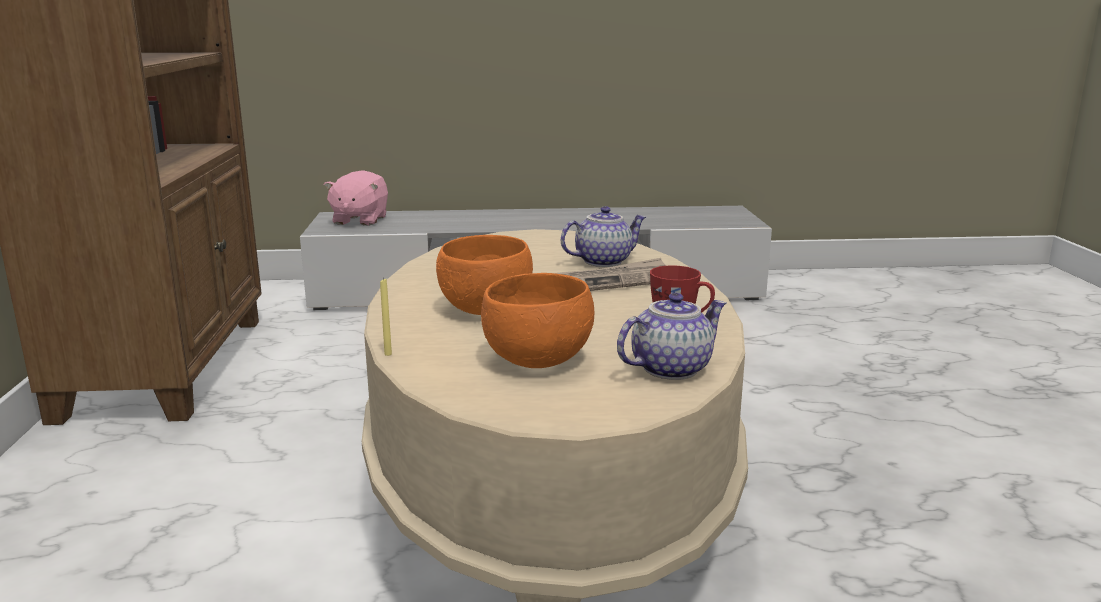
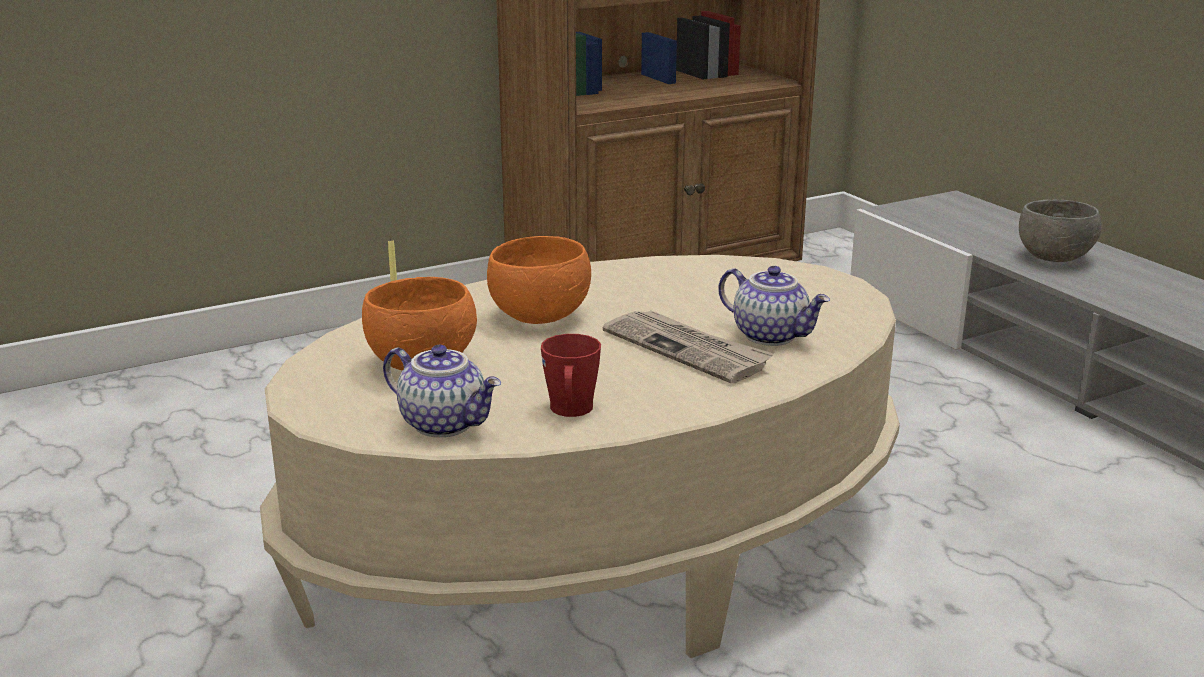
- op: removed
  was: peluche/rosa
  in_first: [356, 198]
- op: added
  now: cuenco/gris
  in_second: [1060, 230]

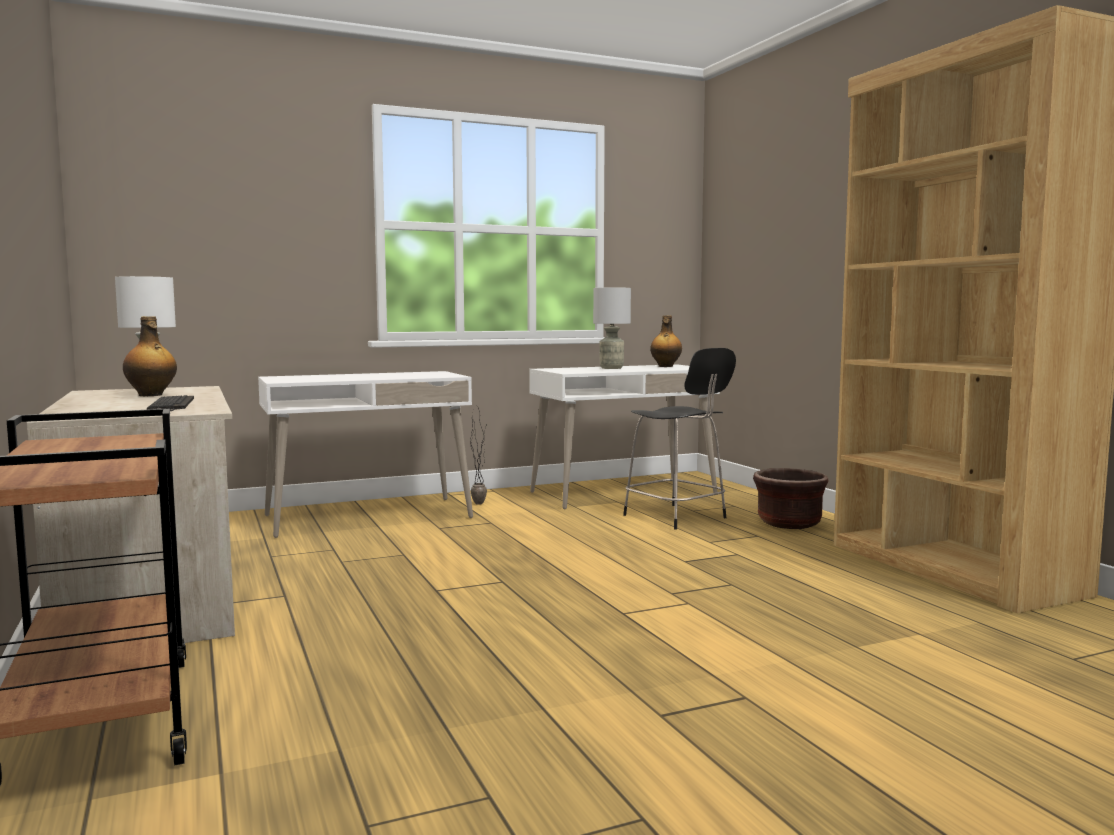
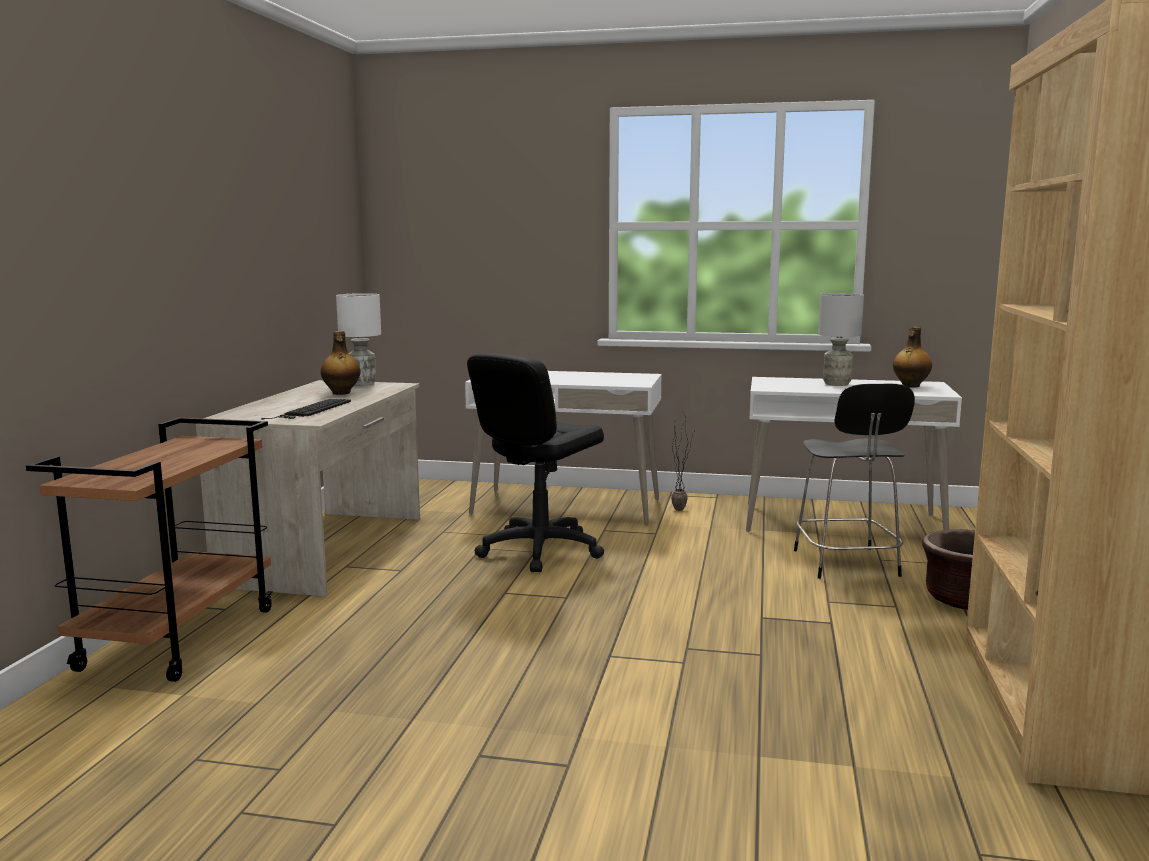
- op: added
  now: silla de oficina/negro
  in_second: [535, 462]

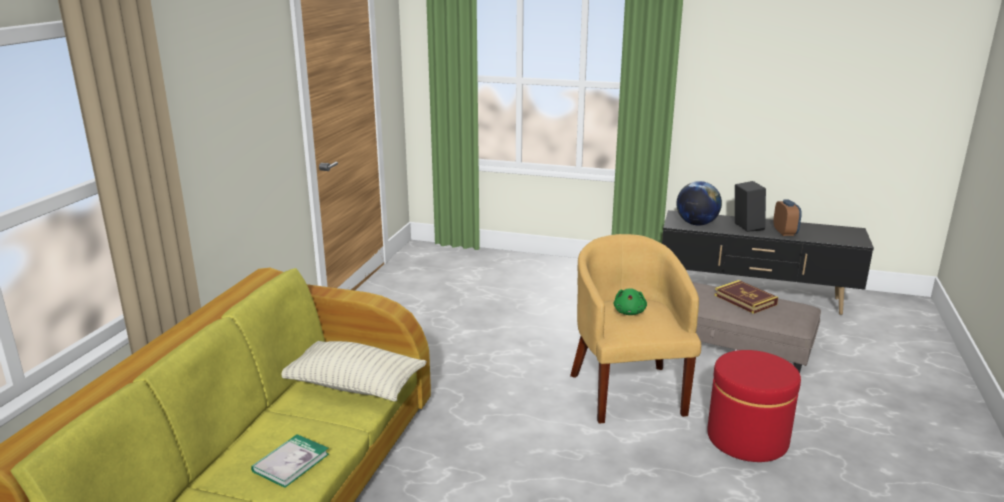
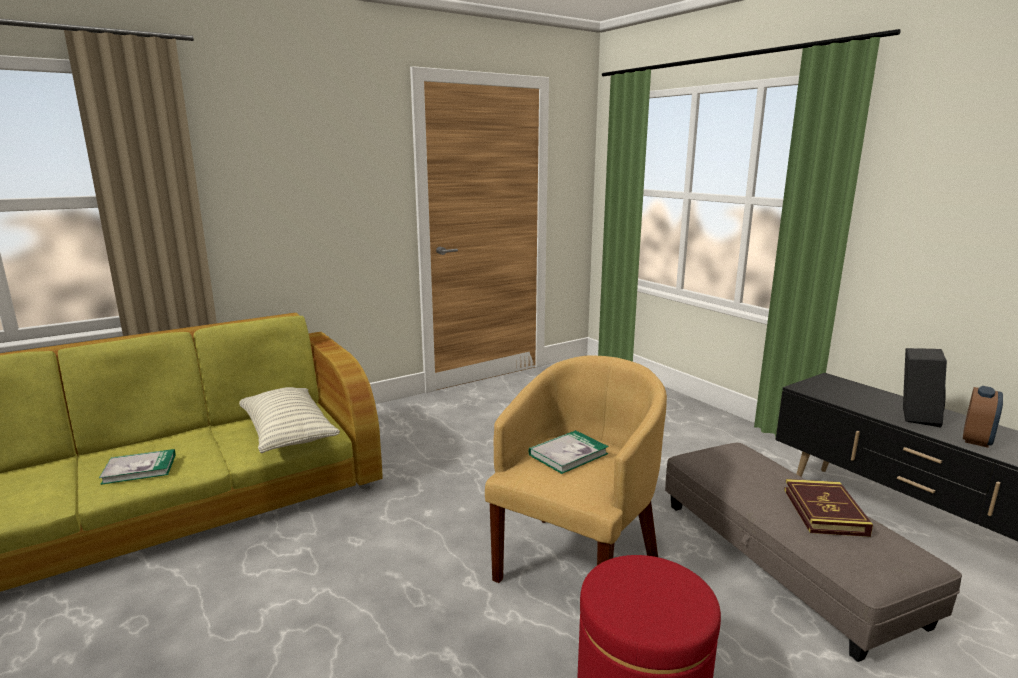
- op: removed
  was: globo terráqueo
  in_first: [699, 203]
- op: replaced
  was: peluche/verde
  now: libro
  in_first: [630, 301]
  in_second: [569, 452]

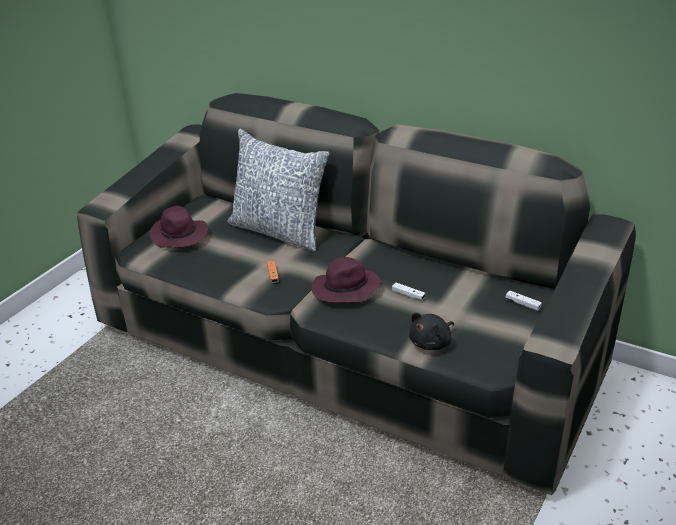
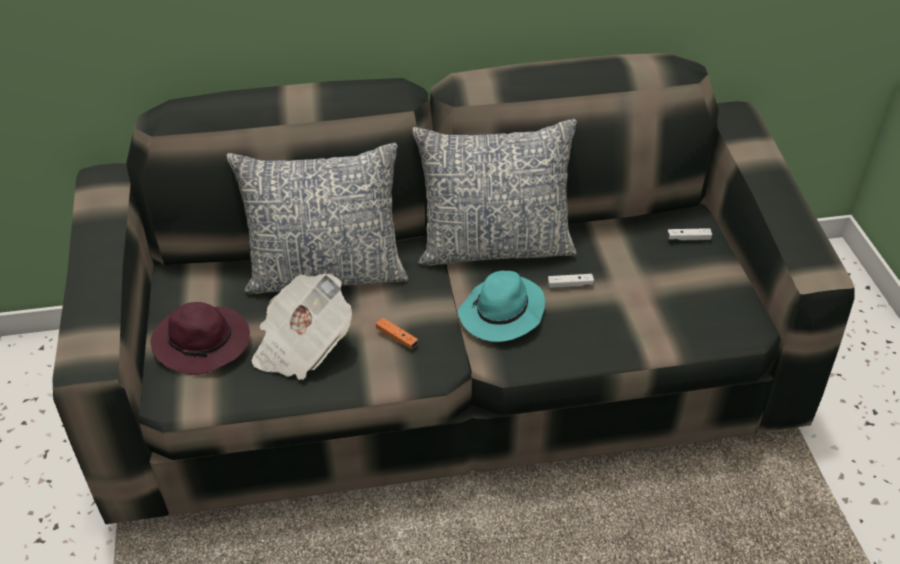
- op: removed
  was: peluche/negro
  in_first: [431, 331]
- op: added
  now: periódico
  in_second: [301, 327]
- op: added
  now: cojín
  in_second: [494, 192]
- op: recoloured
  was: sombrero/morado
  now: sombrero/turquesa
  in_first: [345, 279]
  in_second: [501, 306]

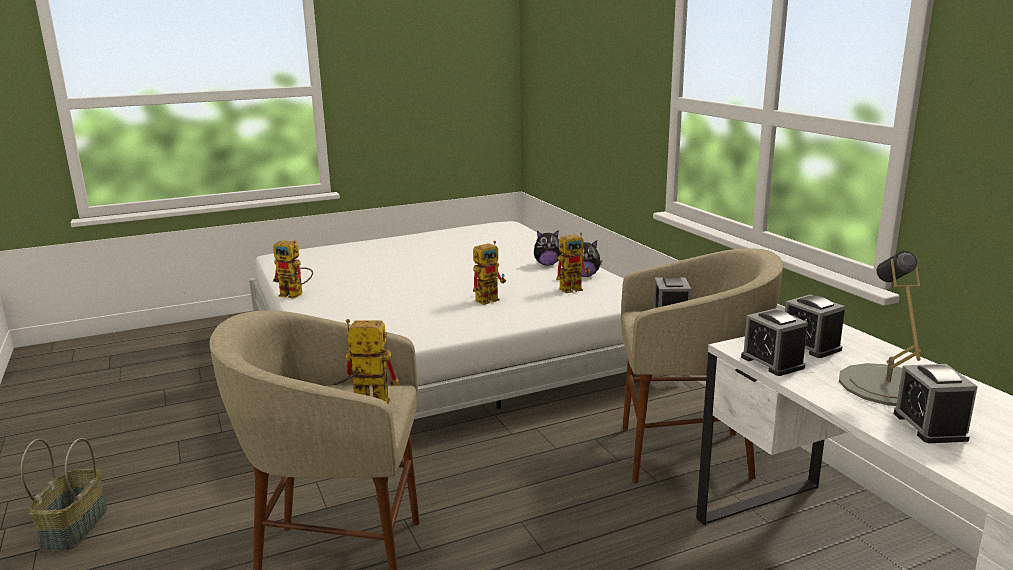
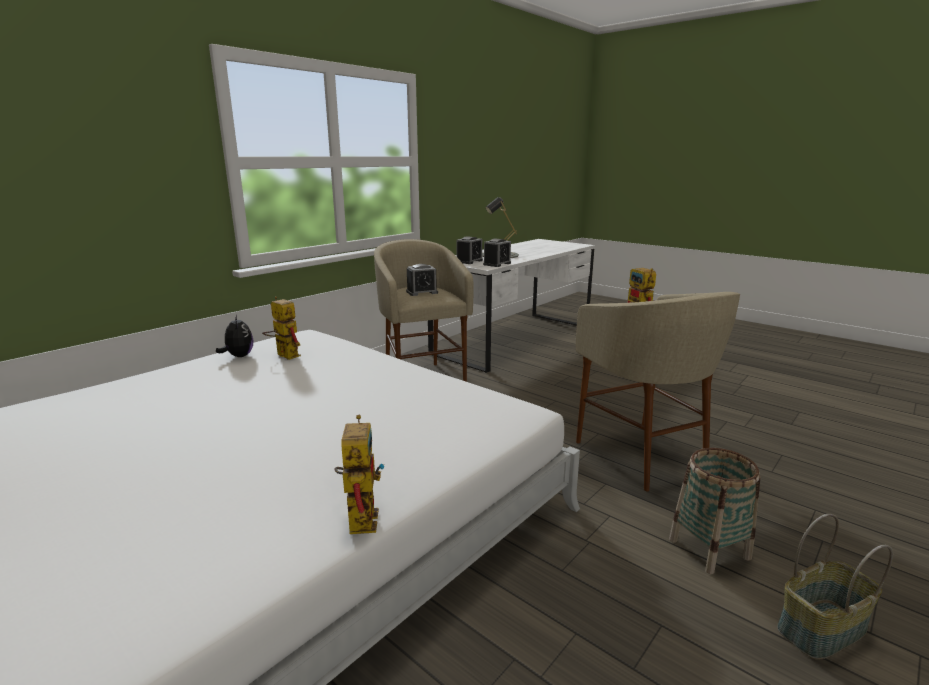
- op: removed
  was: robot de juguete
  in_first: [489, 273]
- op: removed
  was: peluche
  in_first: [548, 248]
- op: removed
  was: despertador
  in_first: [936, 403]
- op: added
  now: cesta
  in_second: [715, 511]

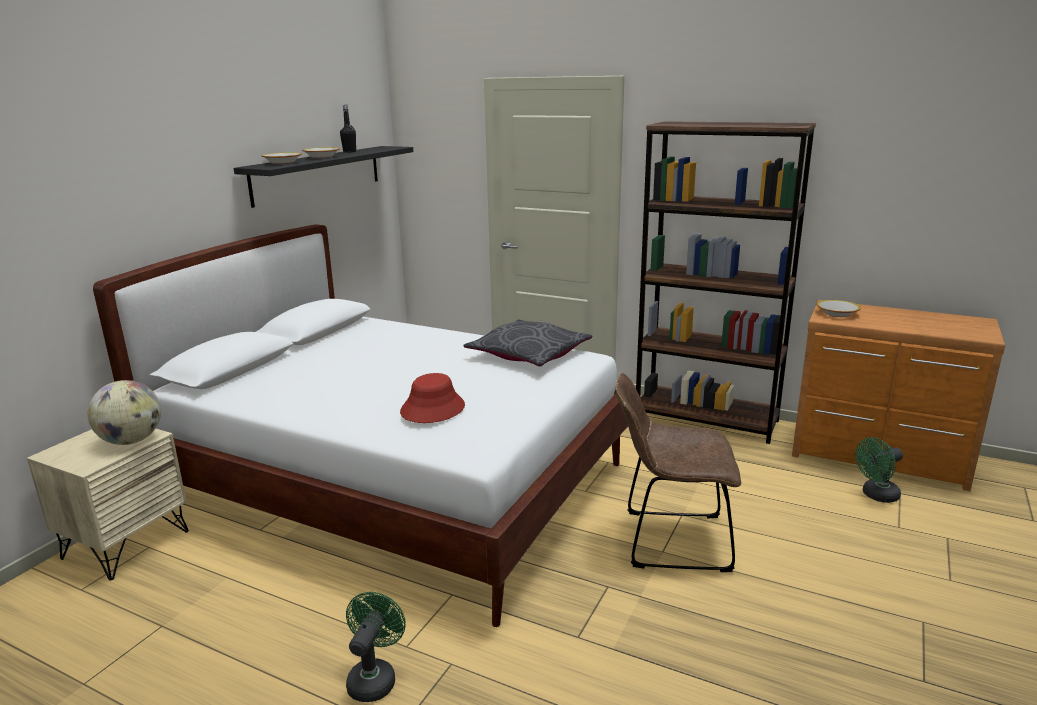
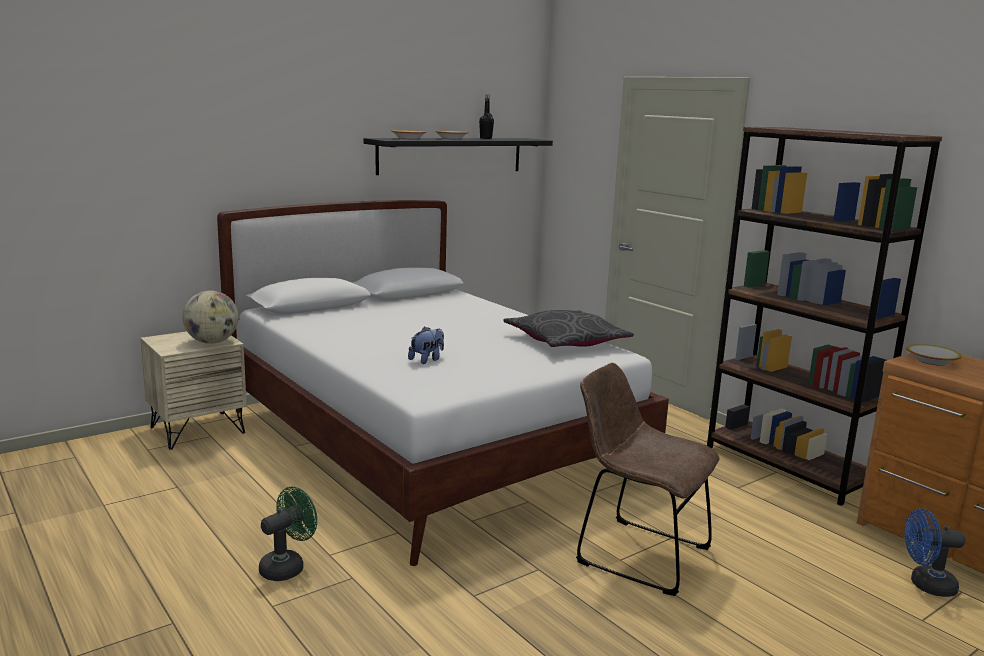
- op: replaced
  was: sombrero/rojo
  now: peluche
  in_first: [432, 398]
  in_second: [426, 345]
- op: recoloured
  was: ventilador/verde
  now: ventilador/azul
  in_first: [879, 470]
  in_second: [934, 552]

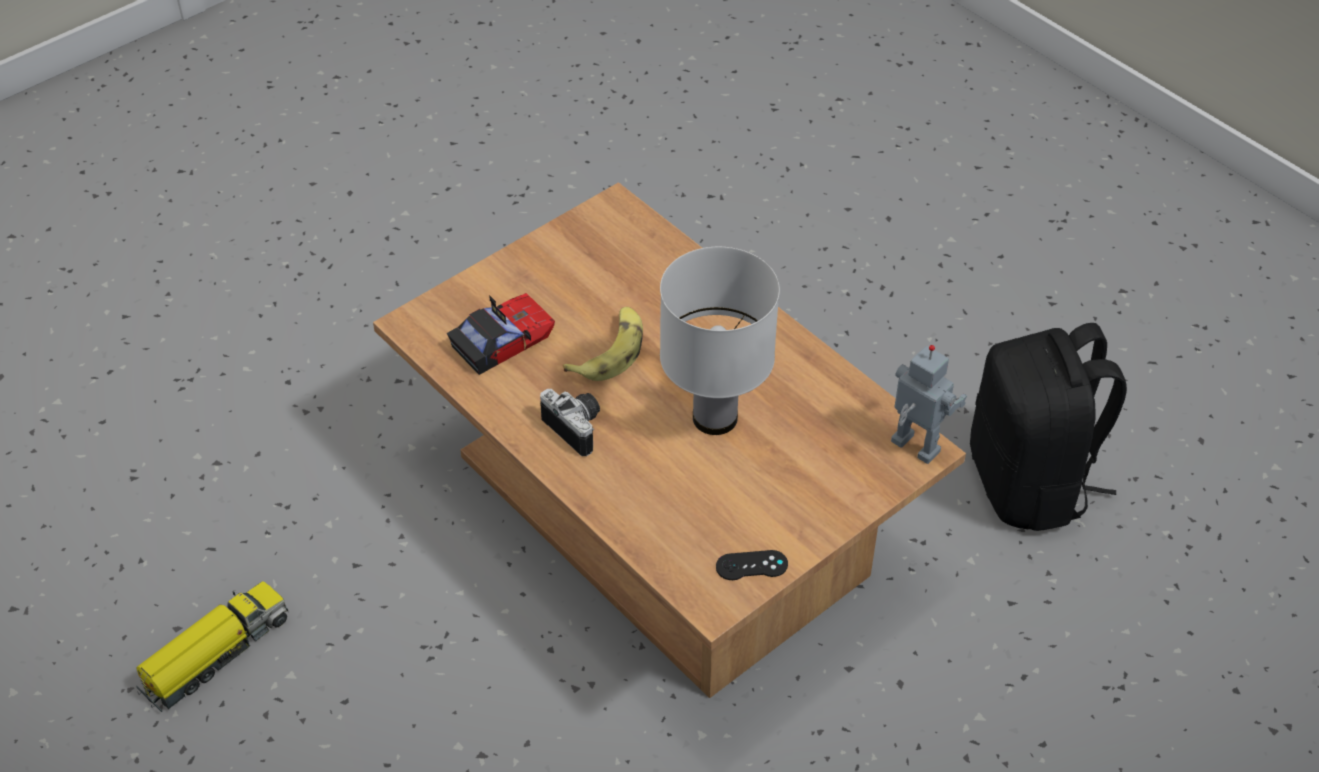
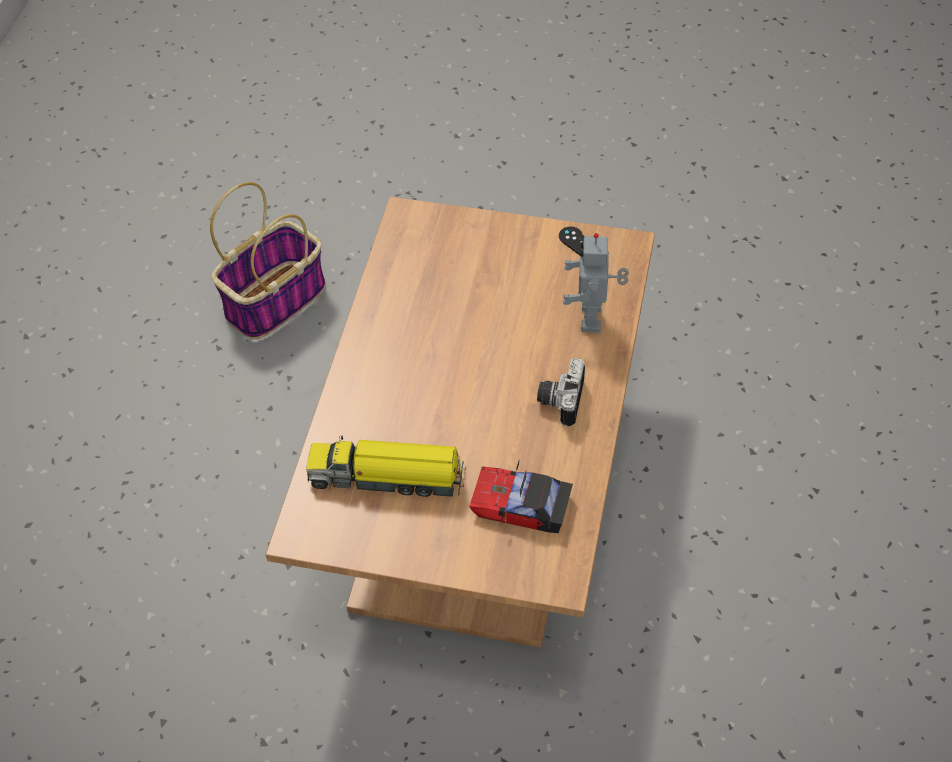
- op: removed
  was: plátano
  in_first: [603, 344]
- op: removed
  was: lámpara de mesa/blanco
  in_first: [720, 341]
- op: moved
  was: camión de juguete
  in_first: [212, 646]
  in_second: [385, 466]
- op: moved
  was: robot de juguete
  in_first: [929, 404]
  in_second: [596, 283]
- op: replaced
  was: mochila/negro
  now: cesta
  in_first: [1048, 427]
  in_second: [268, 261]

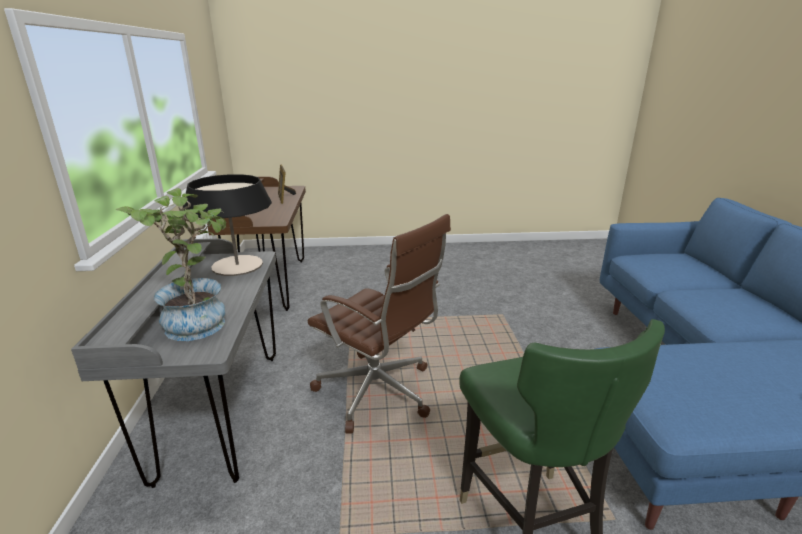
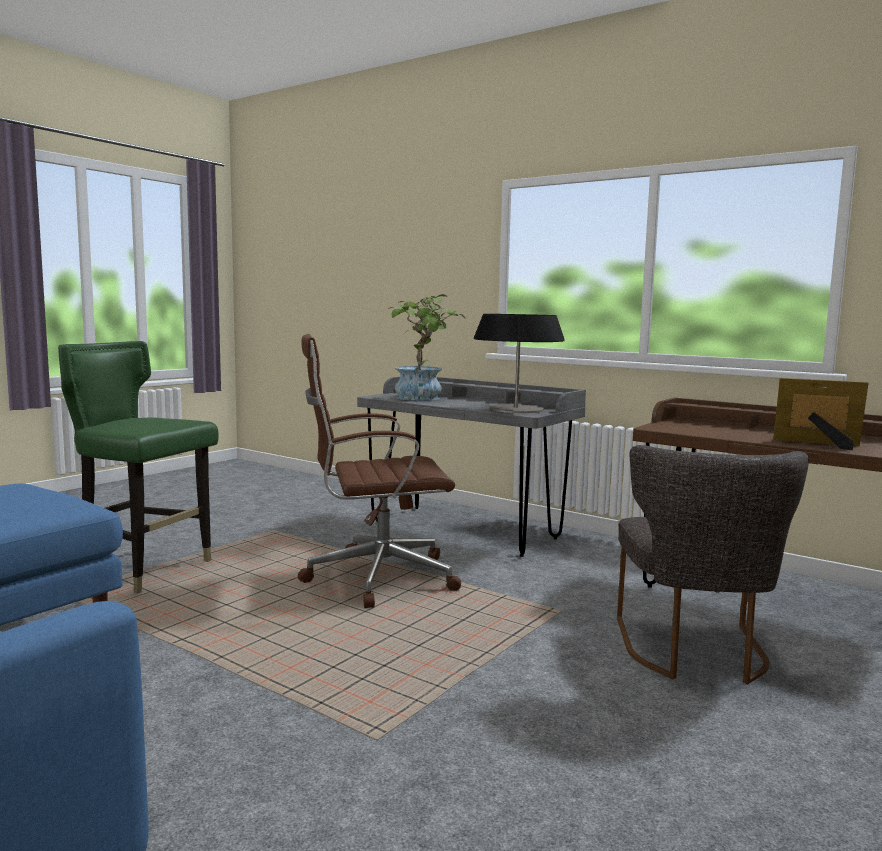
- op: added
  now: silla/gris
  in_second: [713, 564]

